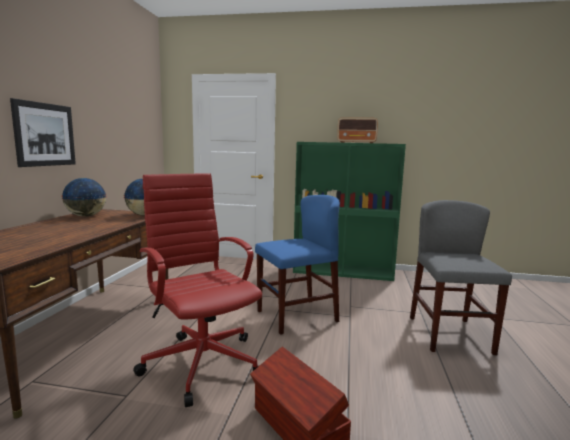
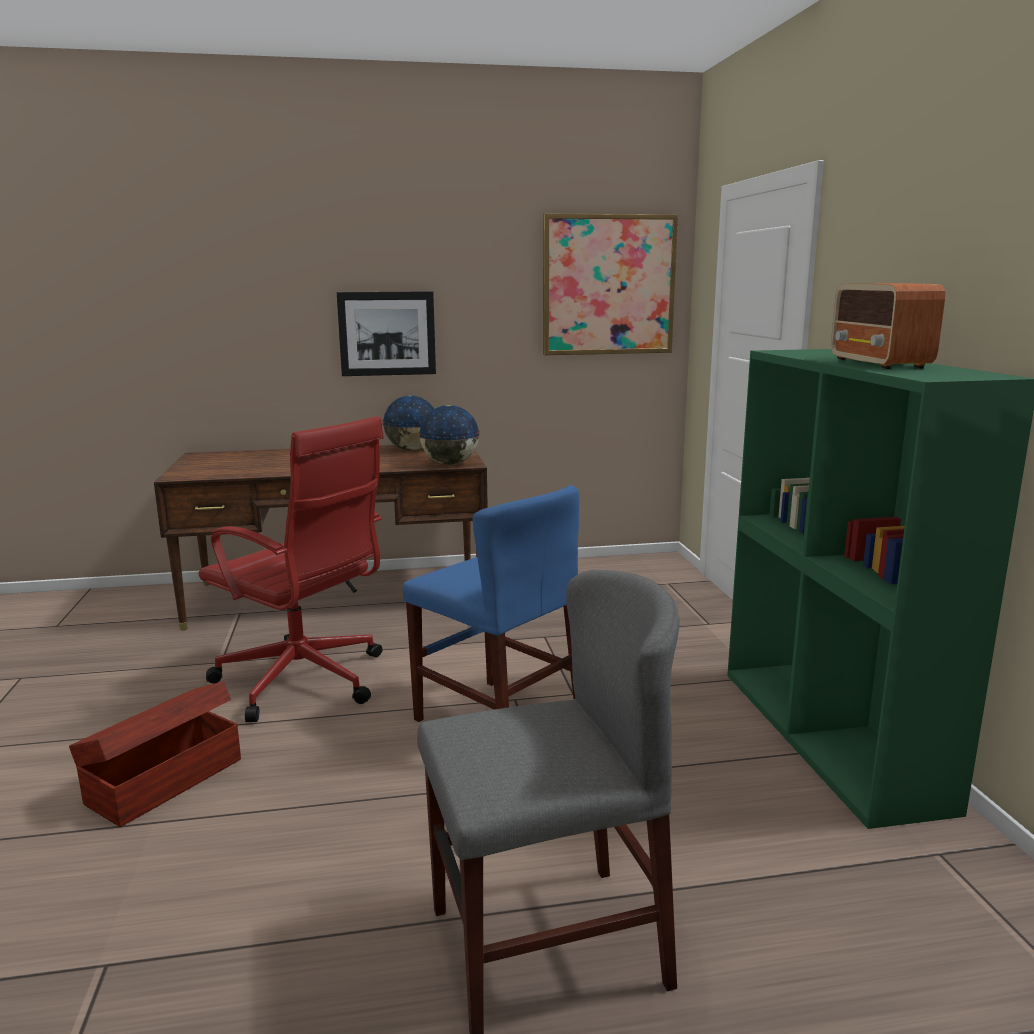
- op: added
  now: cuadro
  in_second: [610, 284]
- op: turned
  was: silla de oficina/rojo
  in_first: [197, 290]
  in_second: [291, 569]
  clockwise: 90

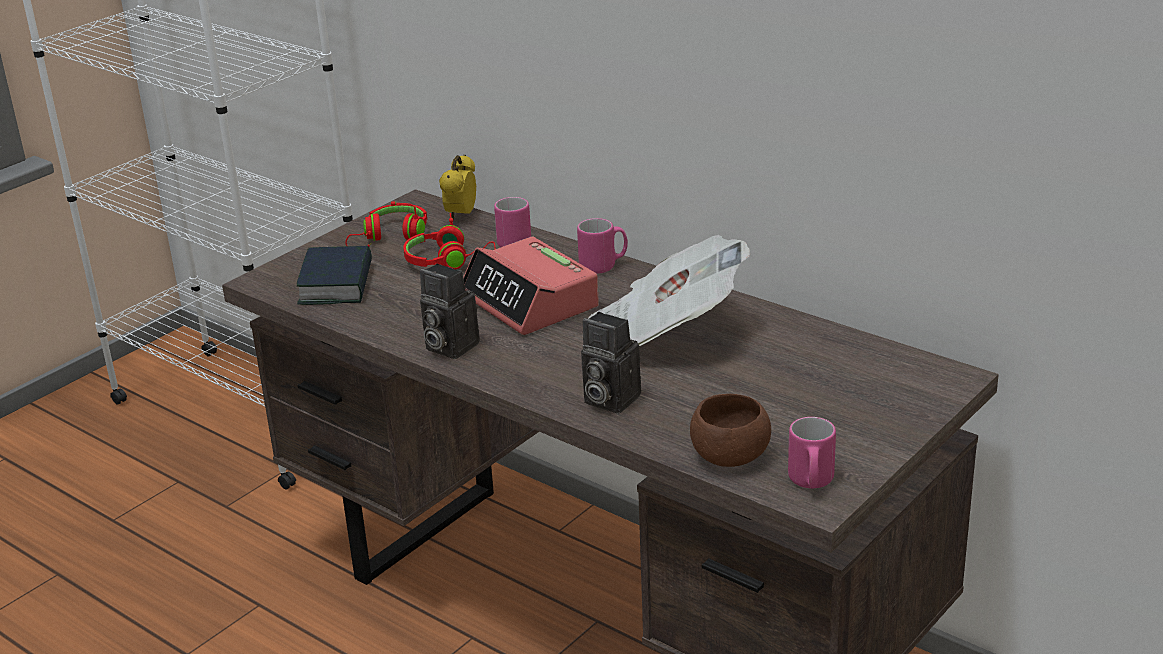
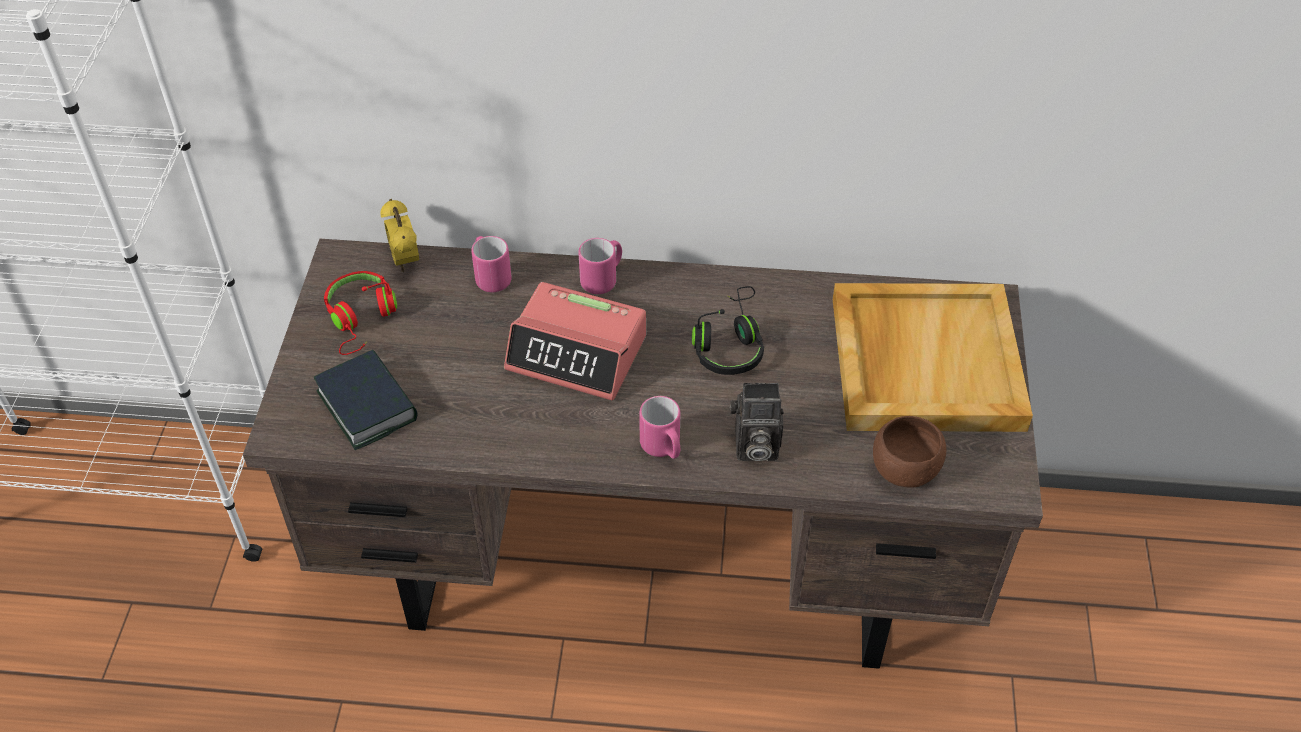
- op: removed
  was: auriculares/rojo
  in_first: [449, 241]
- op: removed
  was: cámara
  in_first: [450, 311]
- op: added
  now: bandeja/beis
  in_second: [933, 357]
- op: moved
  was: taza grande/rosa
  in_first: [812, 452]
  in_second: [660, 427]
- op: replaced
  was: periódico
  now: auriculares/negro
  in_first: [669, 290]
  in_second: [728, 330]

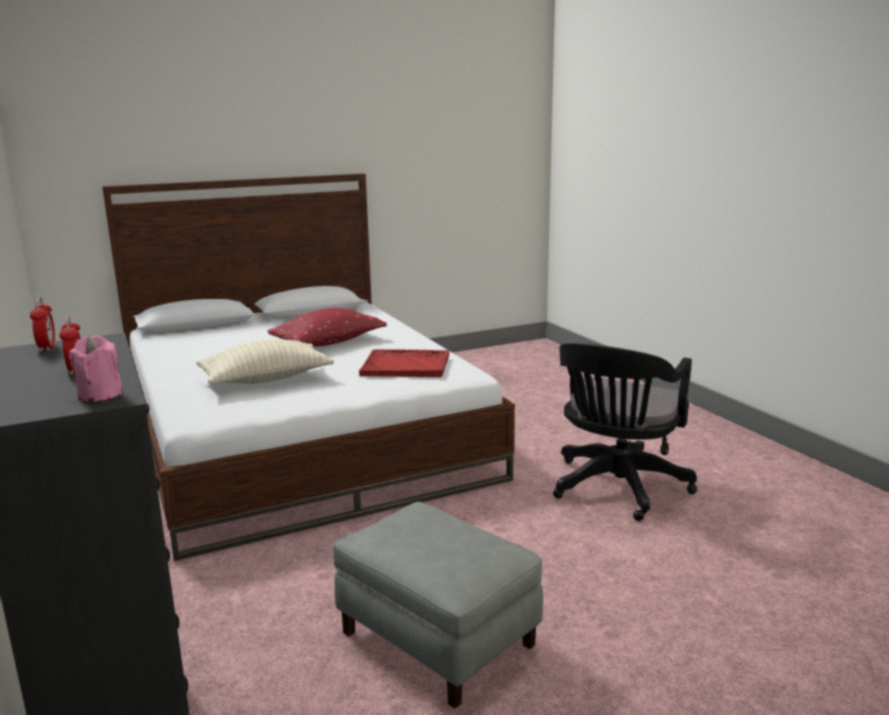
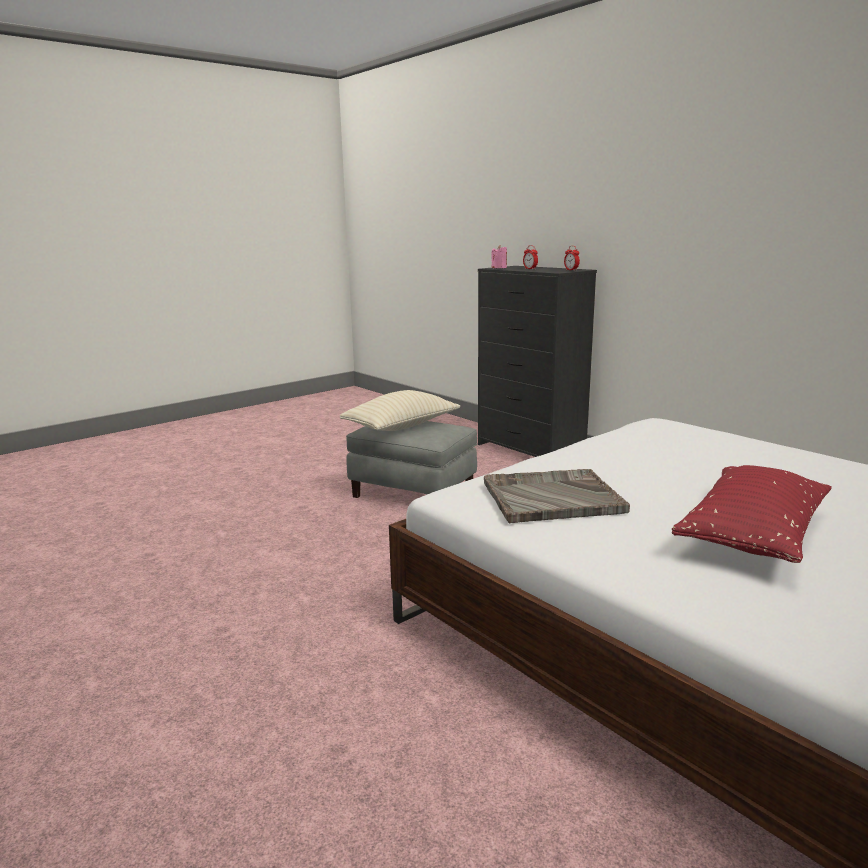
- op: removed
  was: silla de oficina/negro
  in_first: [625, 432]
- op: moved
  was: cojín/beis
  in_first: [265, 361]
  in_second: [400, 410]
- op: recoloured
  was: bandeja/rojo
  now: bandeja/gris
  in_first: [404, 363]
  in_second: [557, 496]

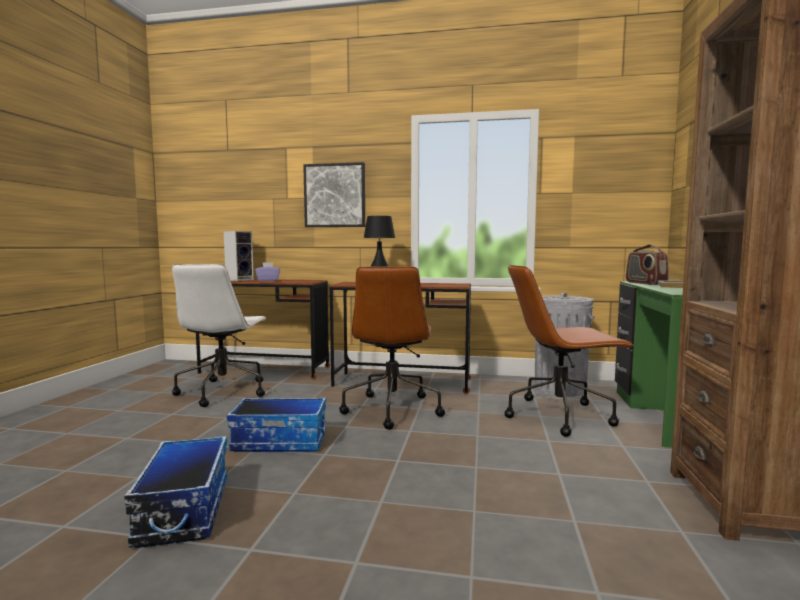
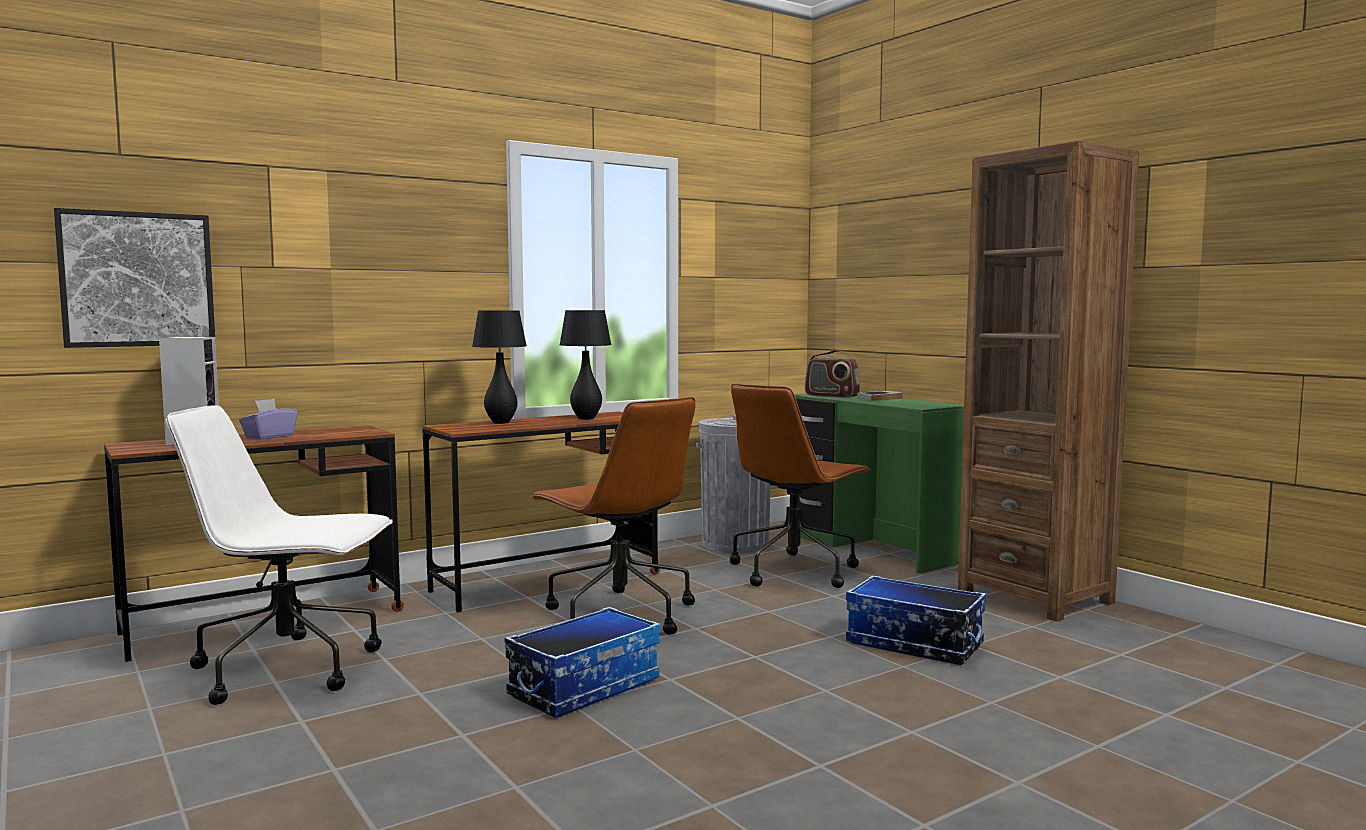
- op: added
  now: lámpara de mesa/negro
  in_second: [586, 365]
- op: moved
  was: caja de almacenaje
  in_first: [175, 492]
  in_second: [916, 620]
- op: moved
  was: cuadro
  in_first: [334, 194]
  in_second: [135, 278]
- op: turned
  was: silla de oficina/blanco
  in_first: [219, 335]
  in_second: [279, 555]
  clockwise: 135

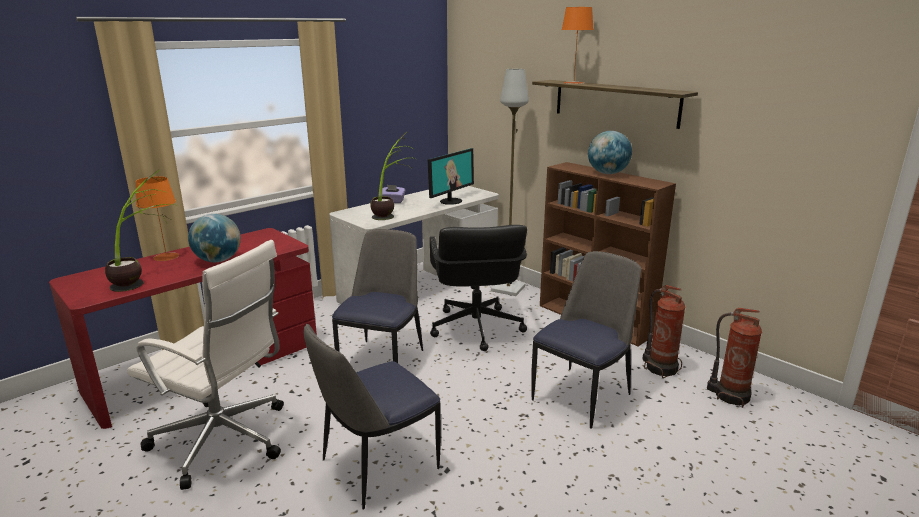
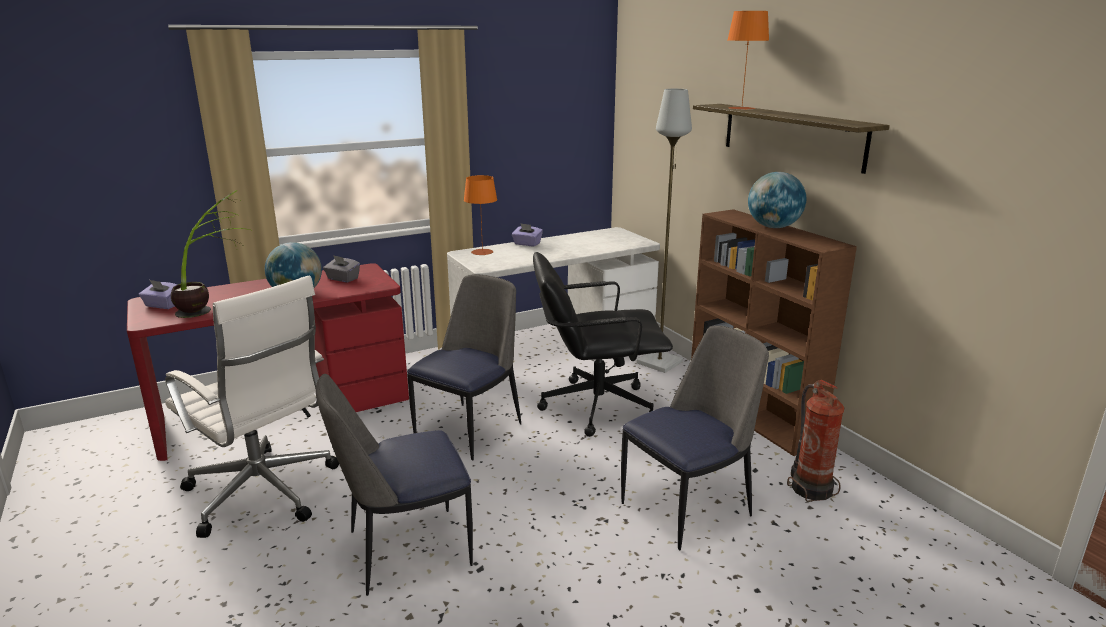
- op: removed
  was: planta en maceta
  in_first: [392, 176]
- op: removed
  was: monitor
  in_first: [451, 176]
- op: removed
  was: extintor
  in_first: [734, 358]
- op: added
  now: caja de pañuelos/morado
  in_second: [158, 294]
- op: added
  now: caja de pañuelos/gris
  in_second: [341, 269]
- op: moved
  was: lámpara de mesa/naranja
  in_first: [157, 218]
  in_second: [480, 215]
- op: turned
  was: silla de oficina/negro
  in_first: [478, 288]
  in_second: [603, 344]
  clockwise: 75

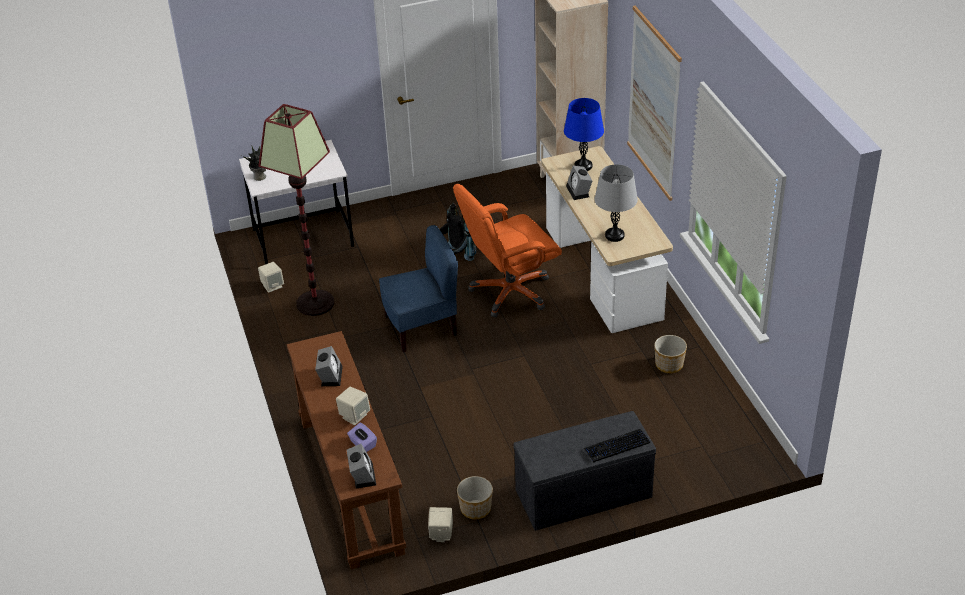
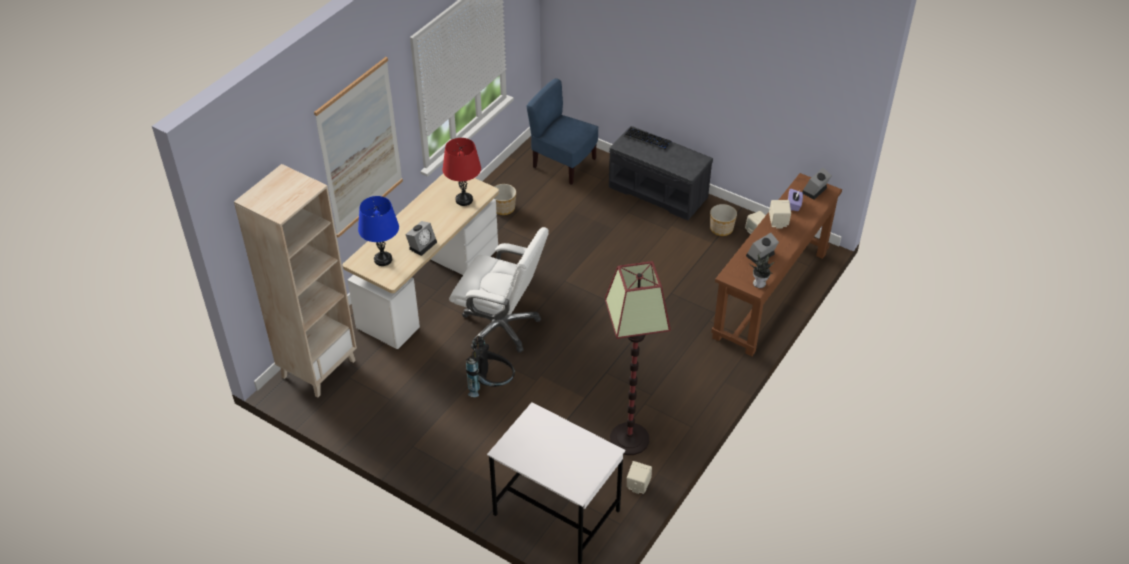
- op: moved
  was: planta en maceta
  in_first: [254, 163]
  in_second: [761, 270]
- op: moved
  was: silla/azul
  in_first: [418, 288]
  in_second: [562, 131]
- op: recoloured
  was: silla de oficina/naranja
  now: silla de oficina/blanco
  in_first: [507, 250]
  in_second: [499, 290]
- op: recoloured
  was: lámpara de mesa/gris
  now: lámpara de mesa/rojo
  in_first: [616, 203]
  in_second: [461, 172]

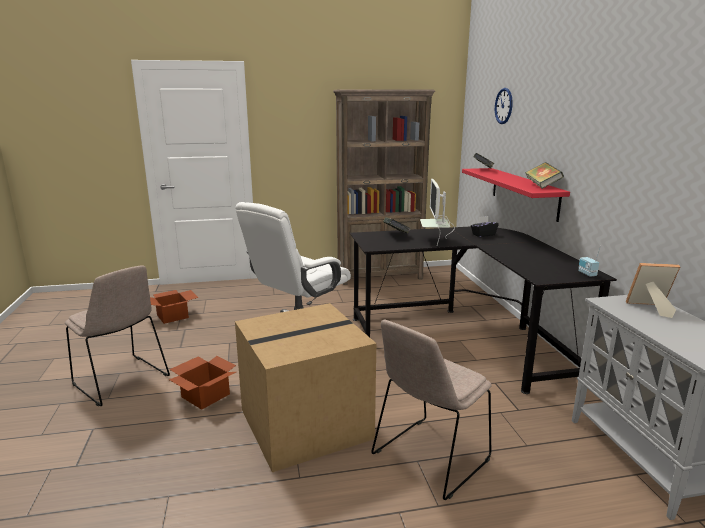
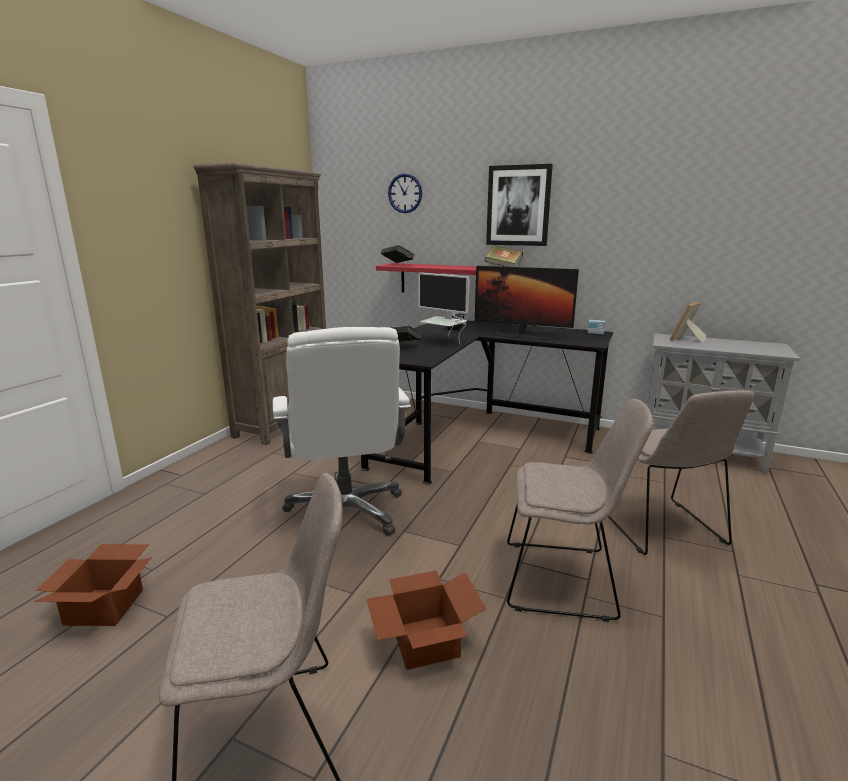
- op: added
  now: monitor
  in_second: [527, 303]
- op: added
  now: cuadro
  in_second: [519, 205]
- op: replaced
  was: caja de cartón
  now: silla/beis
  in_first: [305, 387]
  in_second: [580, 510]

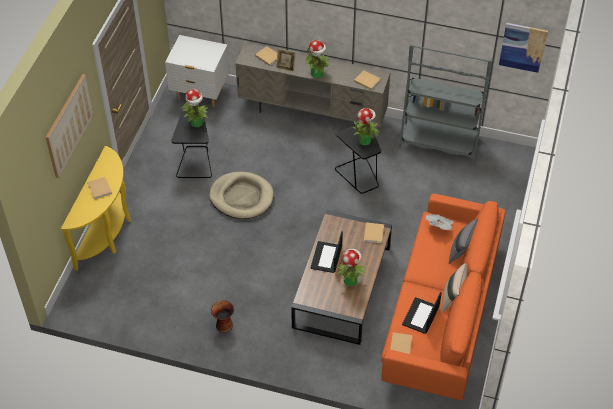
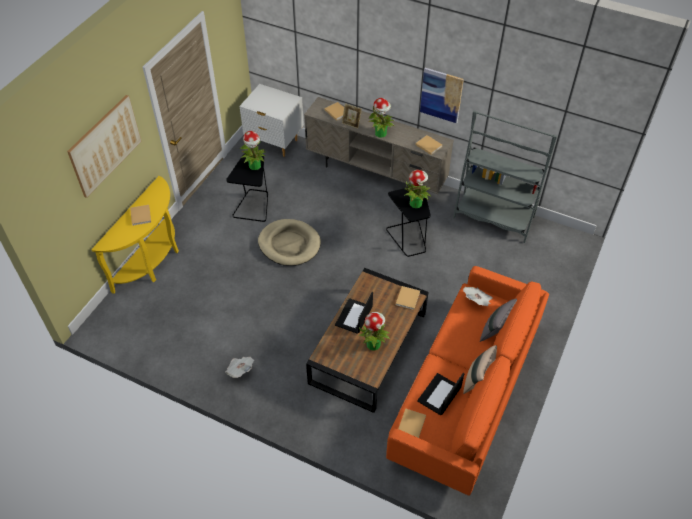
- op: moved
  was: cuadro
  in_first: [523, 48]
  in_second: [442, 95]
- op: replaced
  was: florero
  now: periódico
  in_first: [222, 316]
  in_second: [239, 367]

